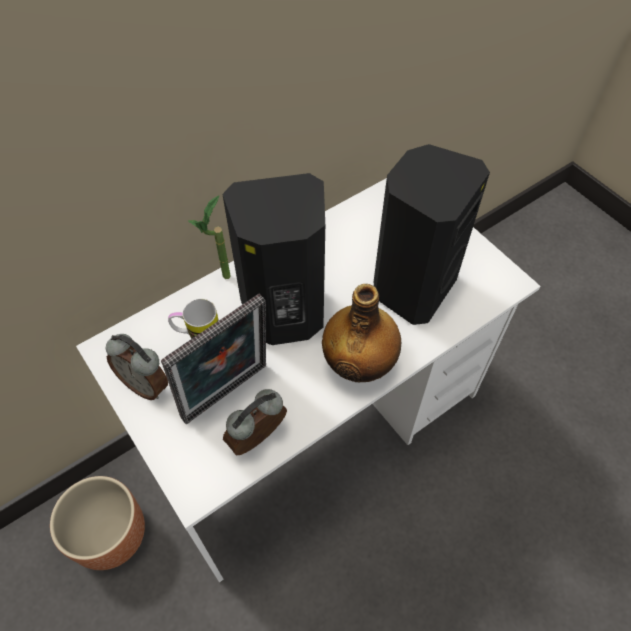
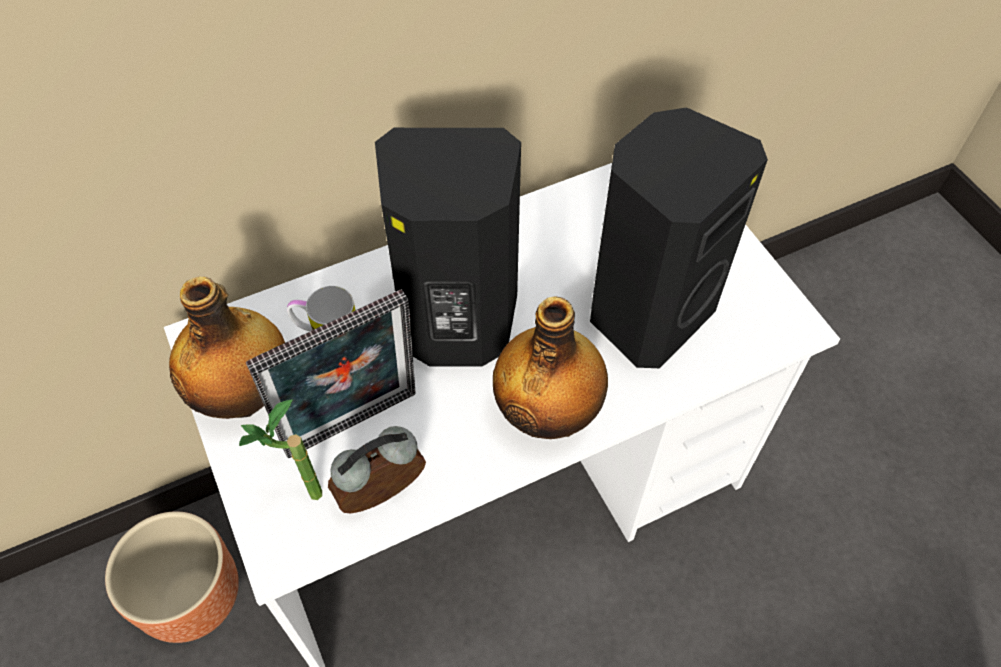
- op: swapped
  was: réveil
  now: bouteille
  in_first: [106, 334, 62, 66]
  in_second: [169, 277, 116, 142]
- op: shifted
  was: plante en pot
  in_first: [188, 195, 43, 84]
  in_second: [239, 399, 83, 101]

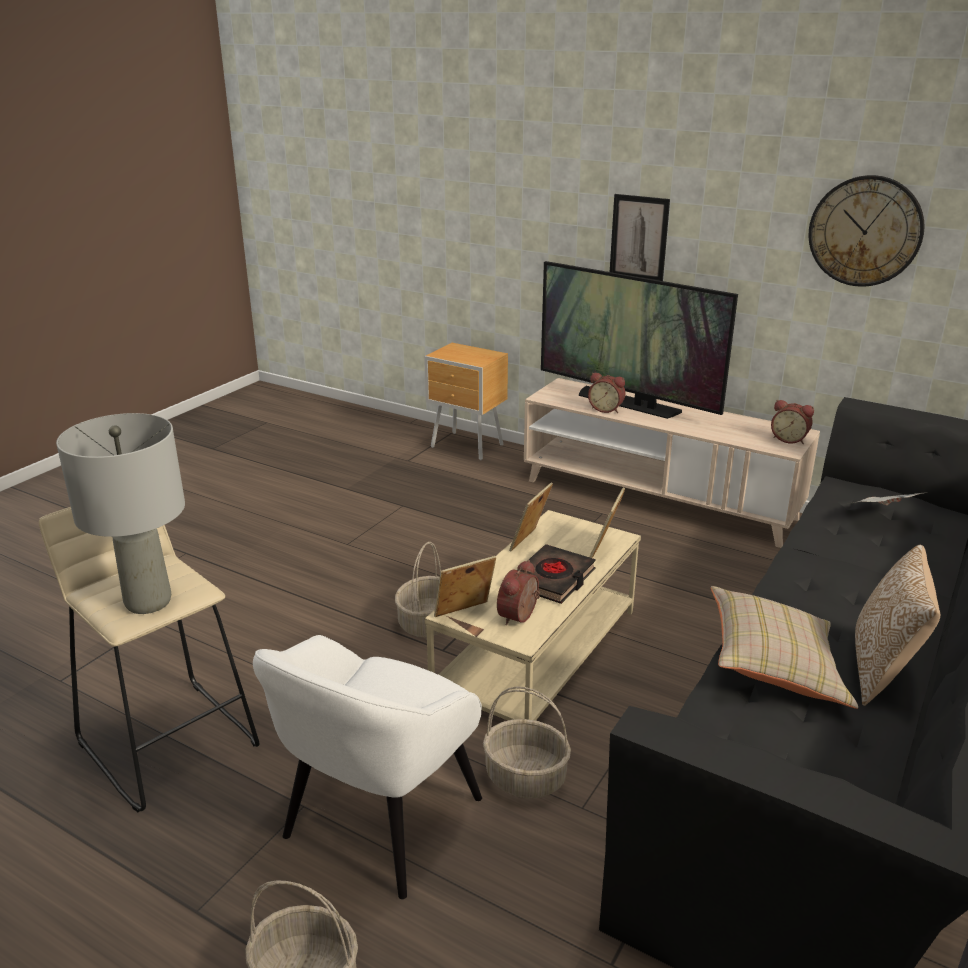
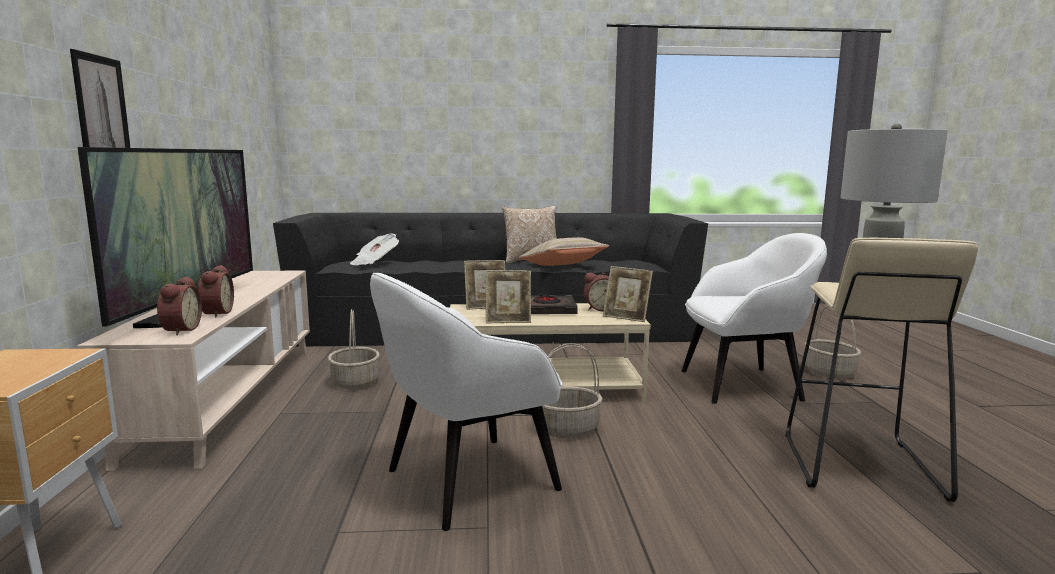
- op: shifted
  was: panier
  in_first: [483, 686, 88, 112]
  in_second: [328, 309, 52, 80]
- op: shifted
  was: réveil
  in_first: [771, 400, 43, 44]
  in_second: [157, 276, 45, 59]
- op: gone
  was: horloge murale
  in_first: [809, 175, 116, 112]
- op: new
  now: fauteuil [blanc]
  in_second: [370, 273, 192, 258]

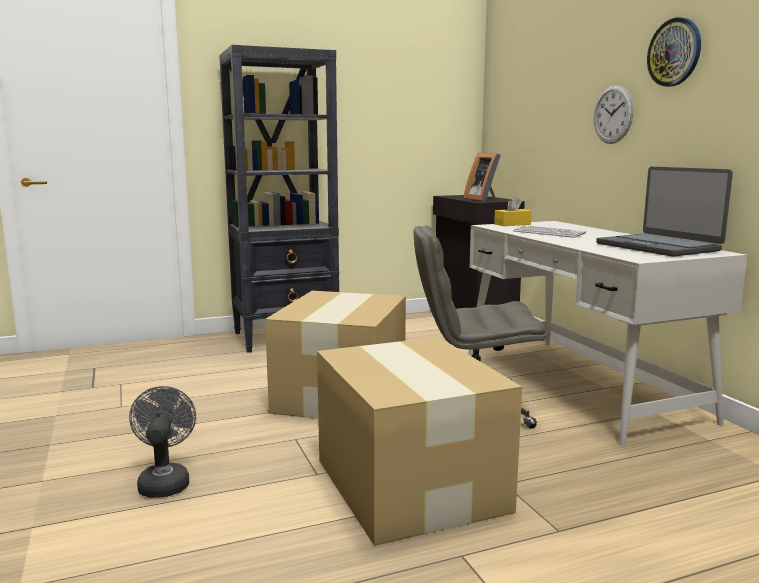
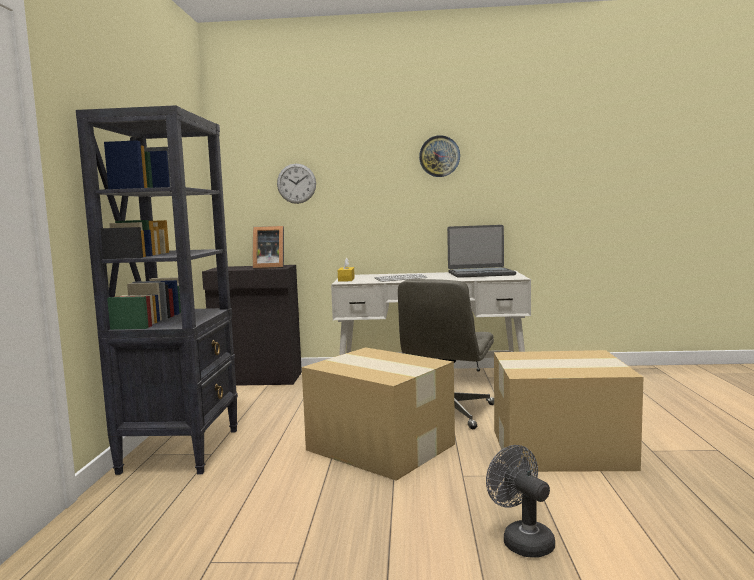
- op: rotated
  was: ventilateur [gris]
  in_first: [129, 386, 67, 112]
  in_second: [486, 445, 69, 112]
  clockwise: 45
- op: shifted
  was: horloge murale
  in_first: [594, 85, 40, 59]
  in_second: [277, 164, 39, 40]

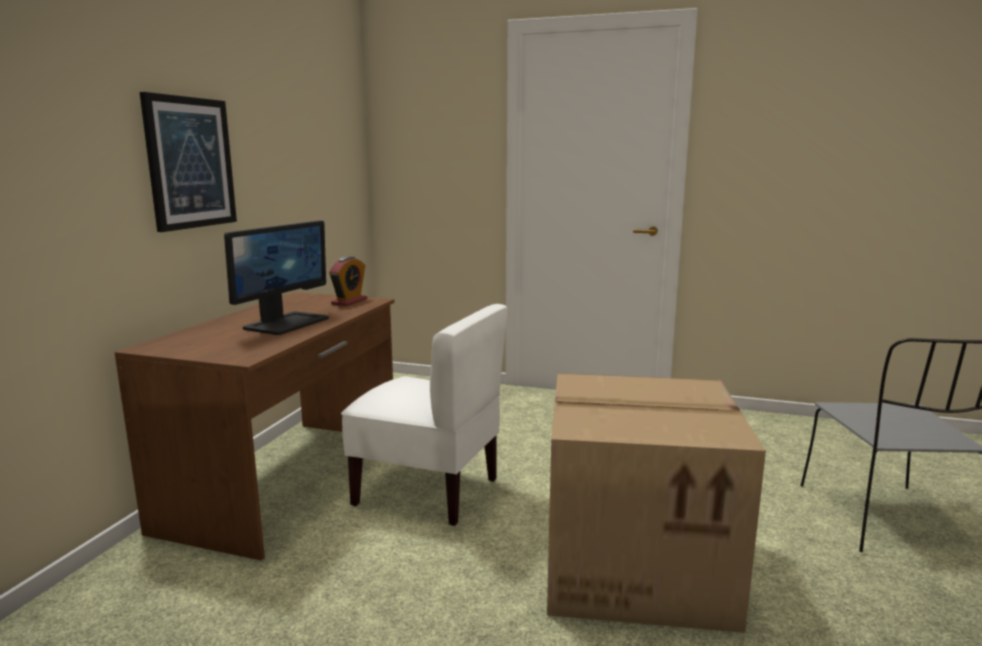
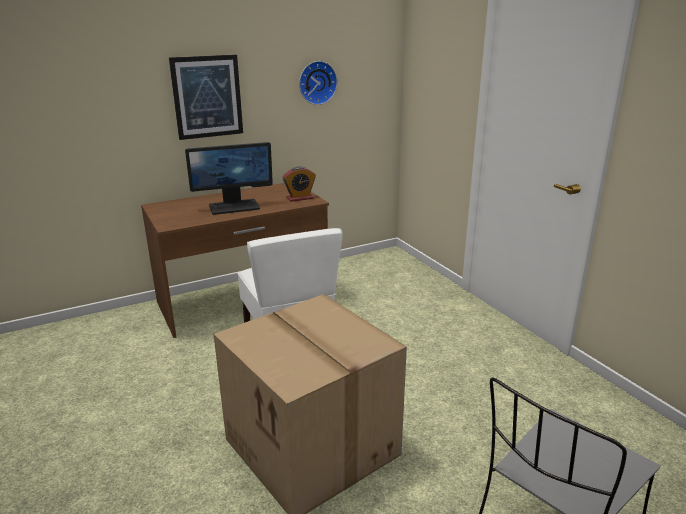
- op: new
  now: horloge murale
  in_second: [299, 61, 38, 44]

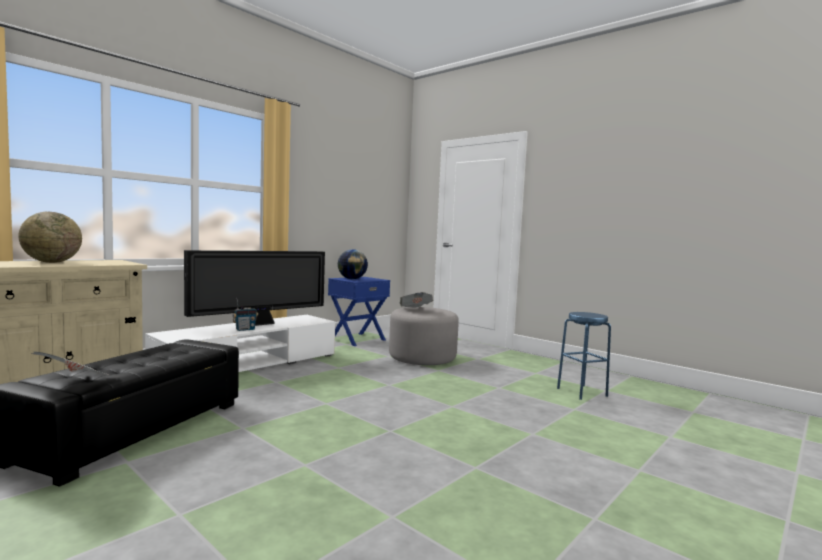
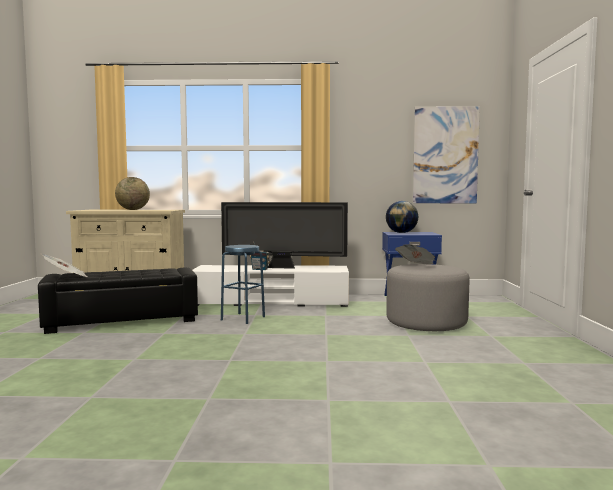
- op: shifted
  was: tabouret [bleu]
  in_first: [557, 312, 54, 88]
  in_second: [221, 245, 44, 79]
- op: new
  now: tableau
  in_second: [413, 106, 67, 97]

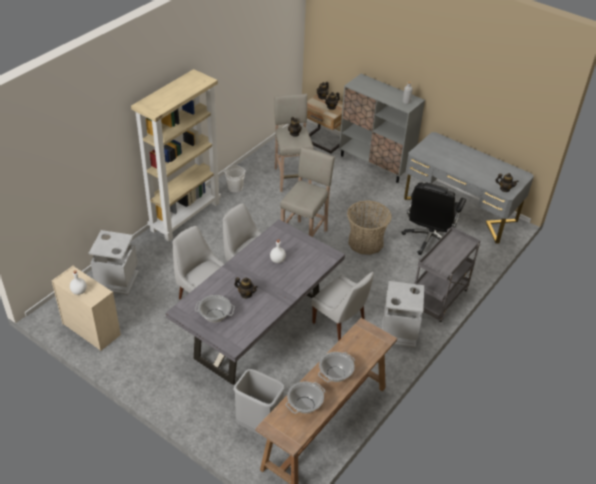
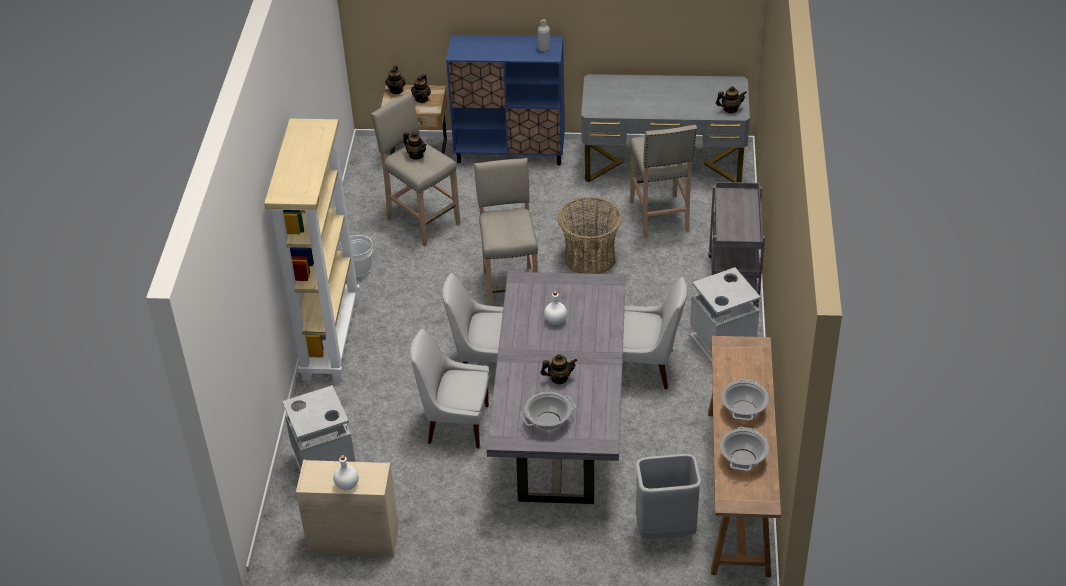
- op: repainted
  was: meuble de rangement [gris]
  now: meuble de rangement [bleu]
  in_first: [339, 74, 86, 109]
  in_second: [446, 35, 119, 130]
- op: swapped
  was: chaise de bureau [noir]
  now: tabouret [beige]
  in_first: [402, 182, 64, 73]
  in_second: [630, 125, 67, 114]

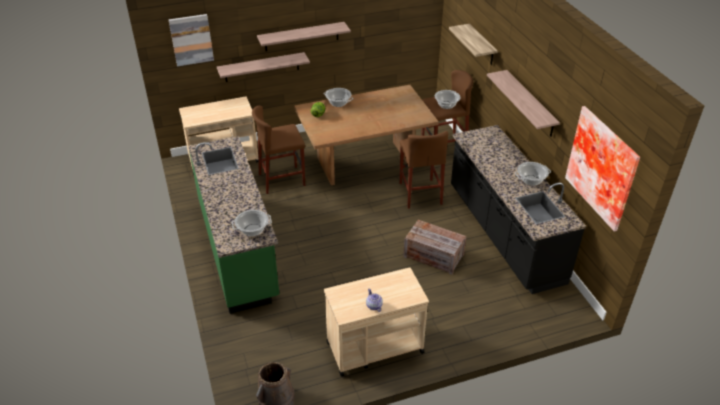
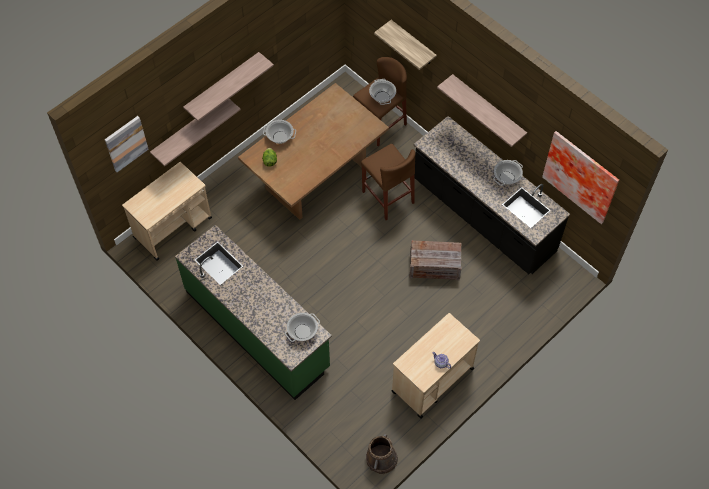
- op: gone
  was: tabouret [marron]
  in_first: [252, 106, 53, 88]

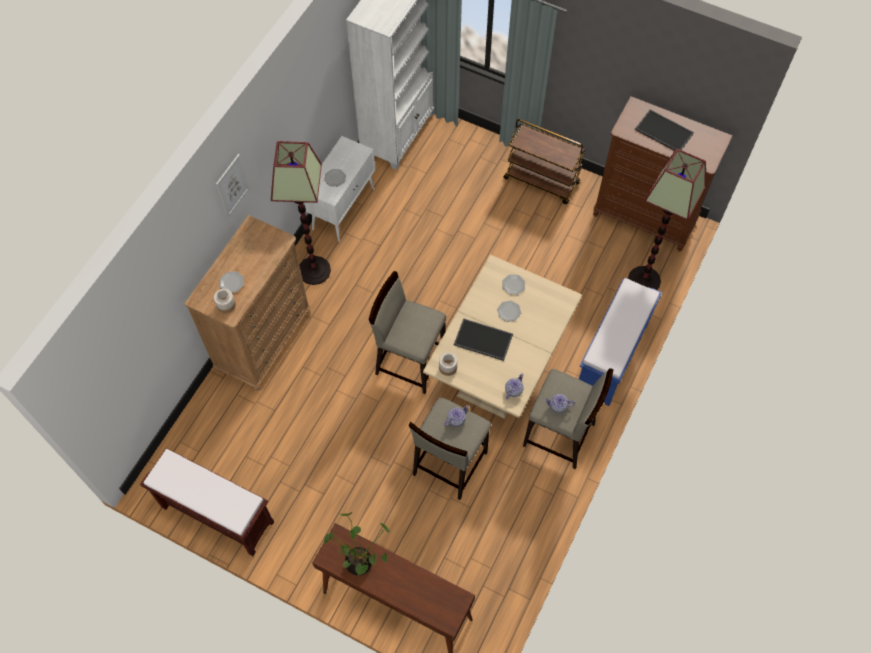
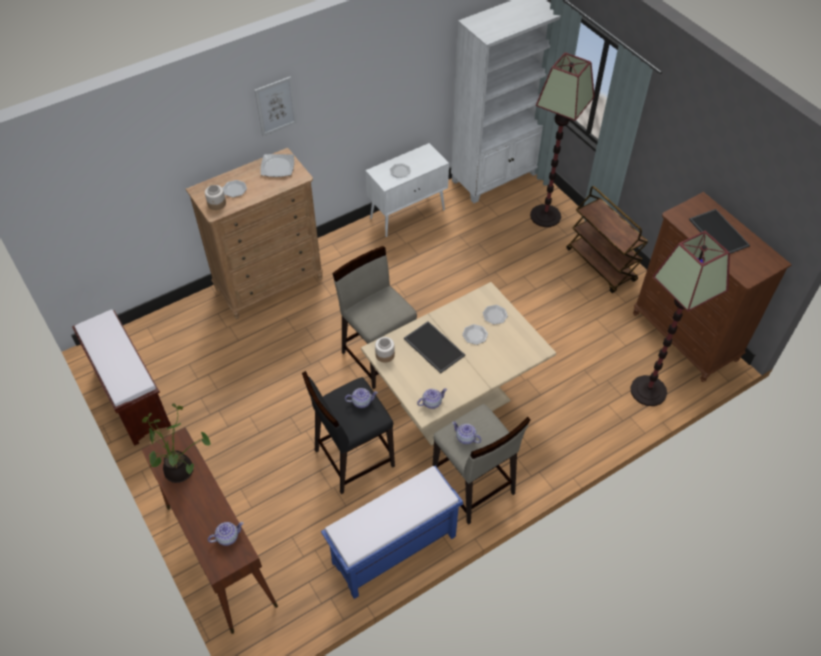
- op: shifted
  was: lampadaire
  in_first: [271, 141, 60, 144]
  in_second: [530, 53, 65, 174]
- op: repainted
  was: tabouret [beige]
  now: tabouret [noir]
  in_first: [409, 397, 82, 103]
  in_second: [302, 371, 93, 123]
- op: shifted
  was: banc [bleu]
  in_first: [579, 278, 83, 128]
  in_second: [321, 466, 142, 133]
- op: new
  now: théière
  in_second: [208, 522, 36, 24]
- op: new
  now: assiette
  in_second: [261, 154, 33, 23]

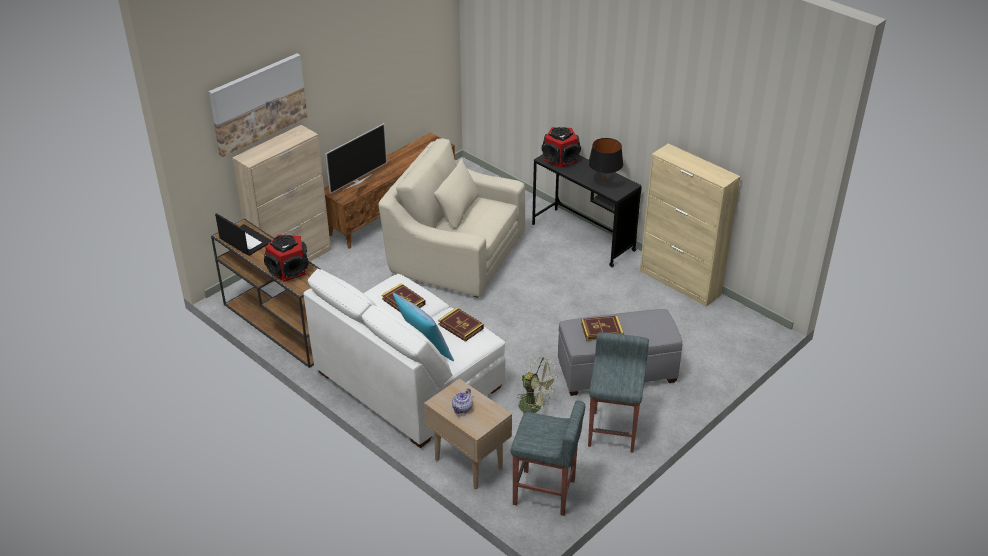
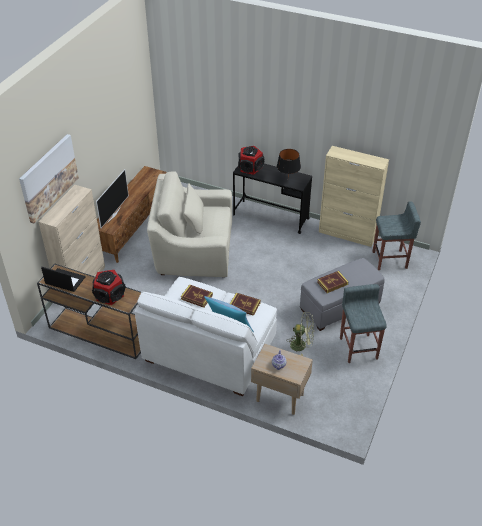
- op: shifted
  was: tabouret [gris]
  in_first: [511, 400, 74, 116]
  in_second: [373, 201, 48, 69]

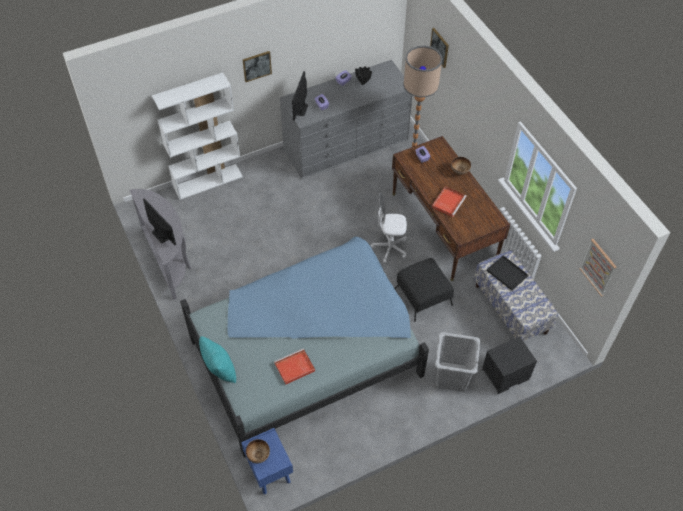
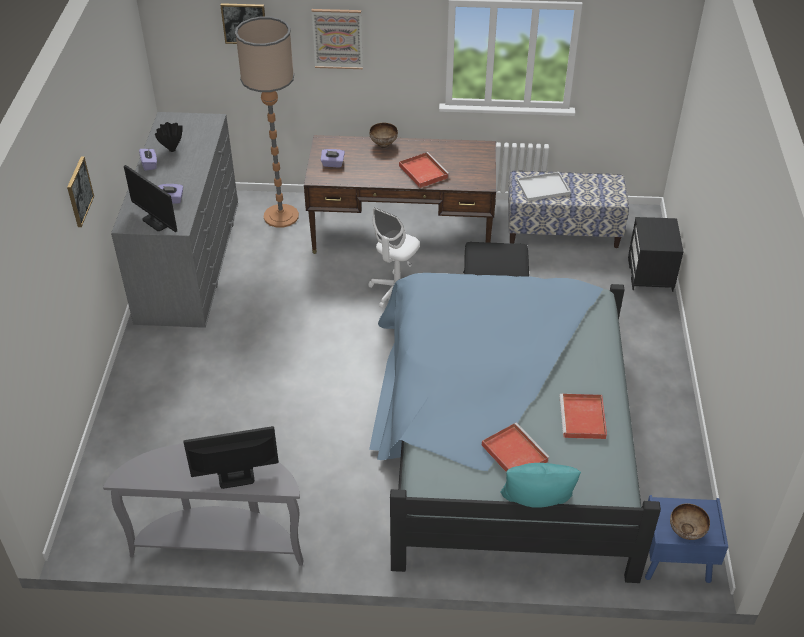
- op: gone
  was: bibliothèque [blanc]
  in_first: [152, 73, 91, 127]
- op: gone
  was: panier à linge [gris]
  in_first: [435, 332, 45, 59]
- op: repainted
  was: plateau [noir]
  now: plateau [blanc]
  in_first: [487, 255, 41, 35]
  in_second: [517, 172, 53, 29]
- op: shifted
  was: tableau
  in_first: [579, 239, 38, 58]
  in_second: [311, 9, 52, 60]
- op: new
  now: plateau [rouge]
  in_second: [482, 423, 68, 49]

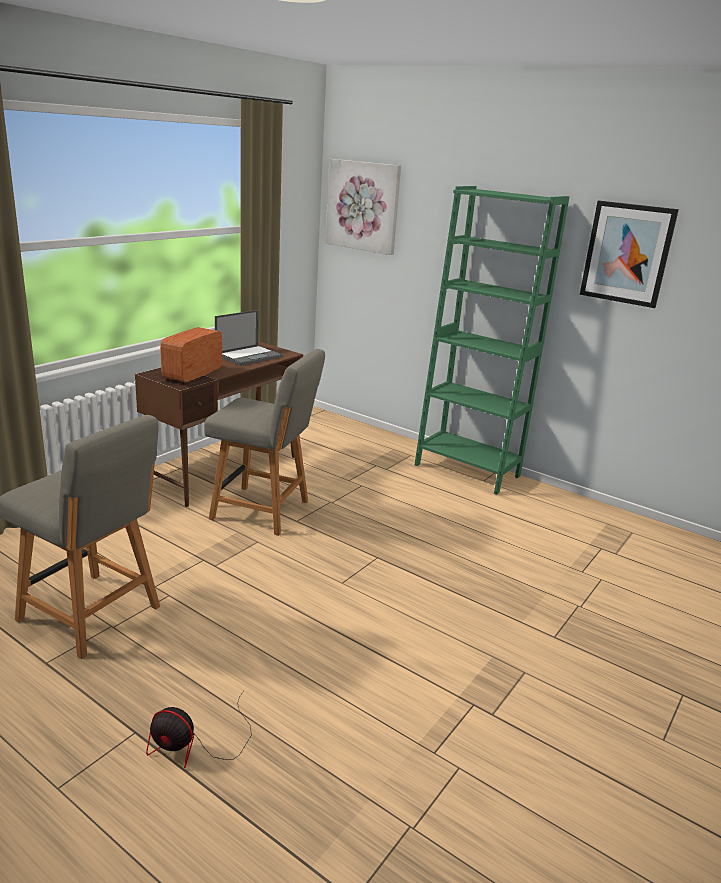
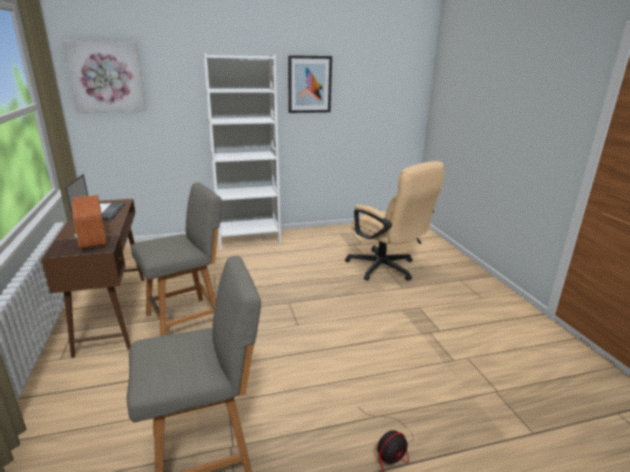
- op: repainted
  was: bibliothèque [vert]
  now: bibliothèque [blanc]
  in_first: [415, 186, 155, 309]
  in_second: [203, 53, 78, 197]
- op: new
  now: chaise de bureau [beige]
  in_second: [345, 161, 100, 120]

